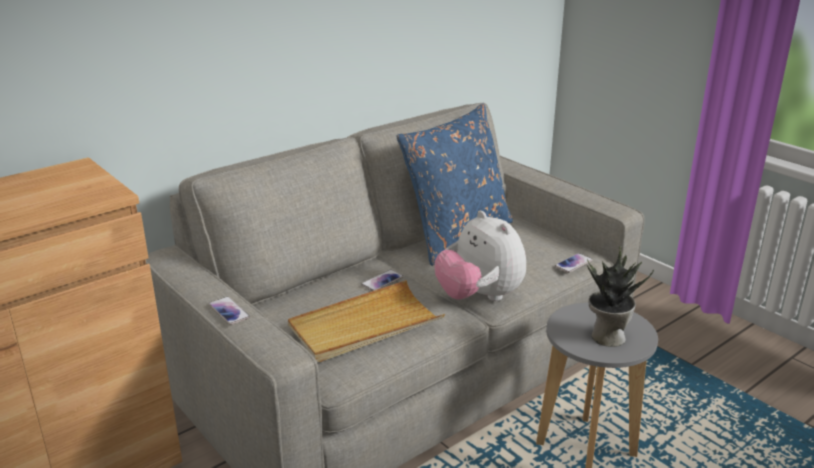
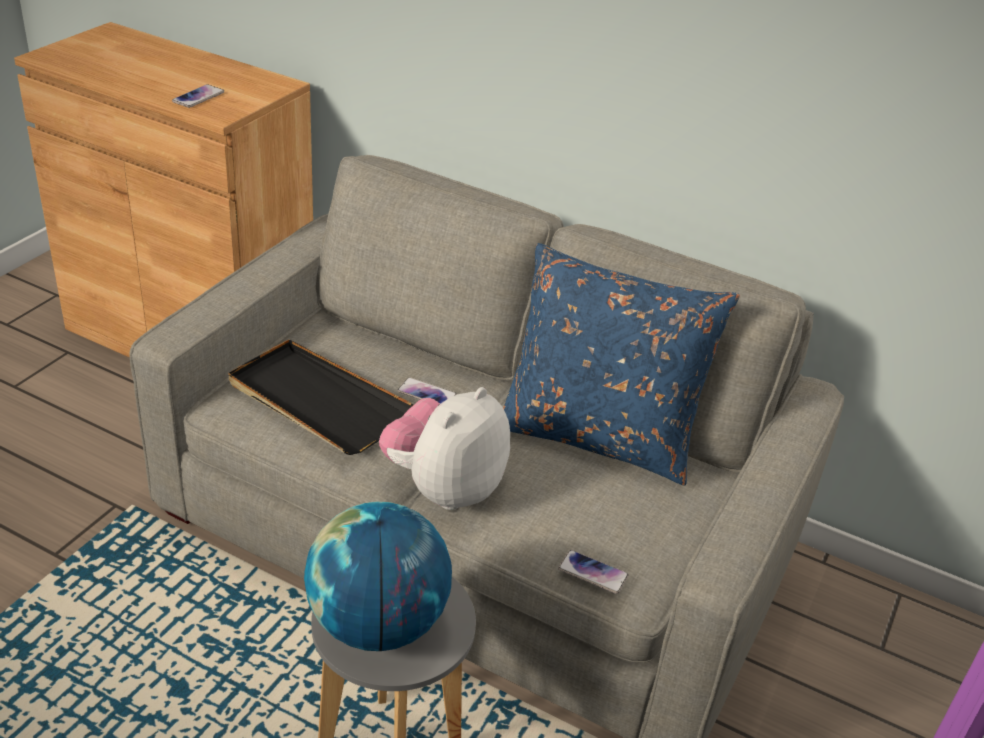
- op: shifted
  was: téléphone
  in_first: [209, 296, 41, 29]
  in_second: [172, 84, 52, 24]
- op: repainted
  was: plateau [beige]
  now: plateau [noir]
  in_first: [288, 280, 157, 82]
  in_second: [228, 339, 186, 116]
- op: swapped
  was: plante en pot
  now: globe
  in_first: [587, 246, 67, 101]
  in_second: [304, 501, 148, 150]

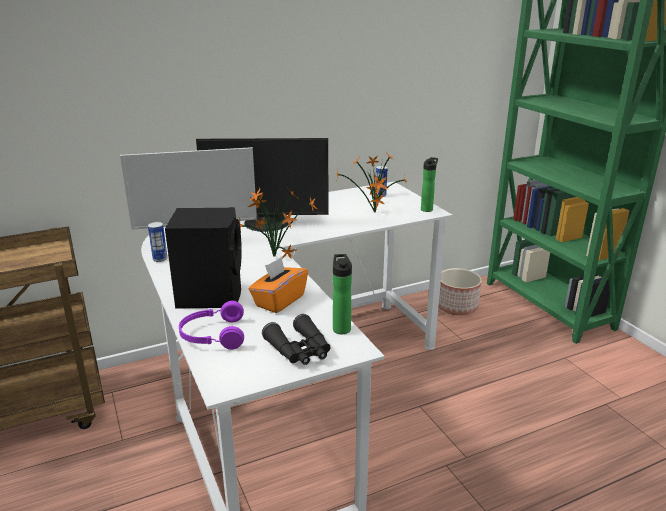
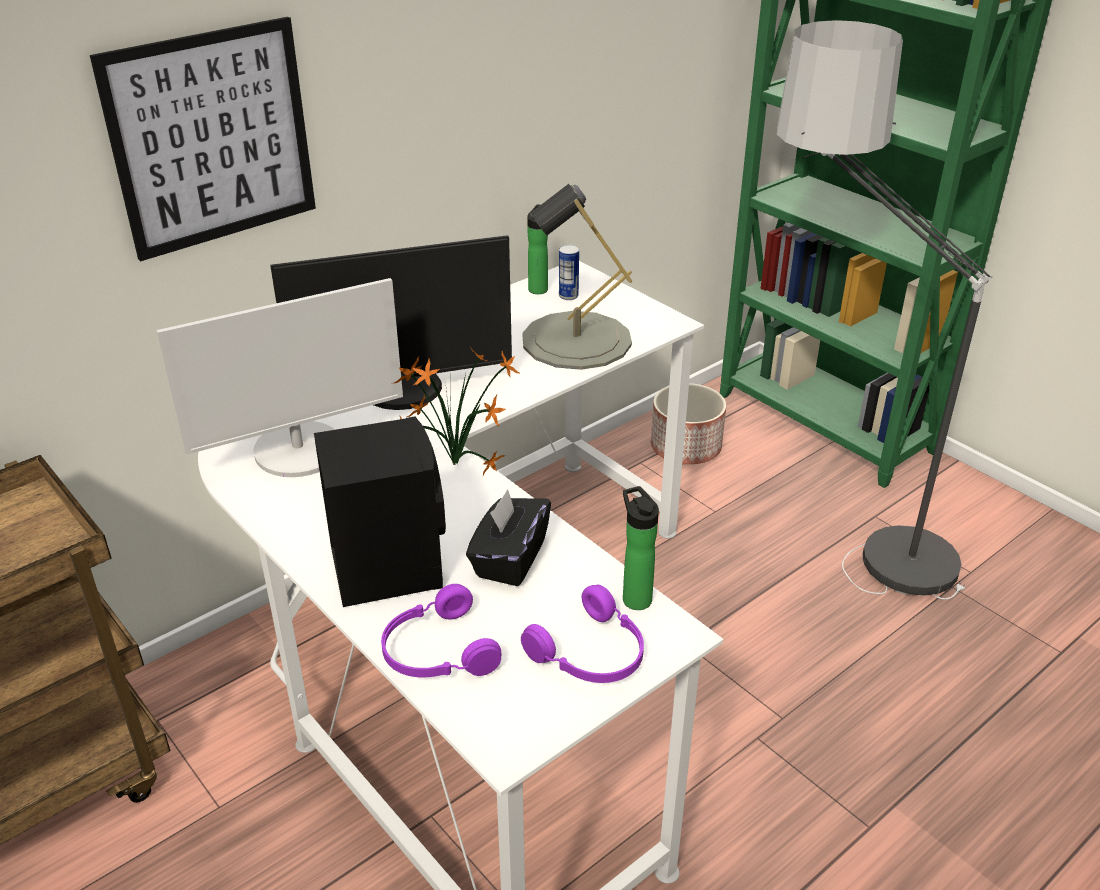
- op: gone
  was: boîte métallique
  in_first: [148, 222, 19, 40]
- op: repainted
  was: boîte à mouchoirs [orange]
  now: boîte à mouchoirs [noir]
  in_first: [249, 257, 59, 56]
  in_second: [466, 489, 85, 97]
- op: swapped
  was: jumelles [noir]
  now: casque audio [violet]
  in_first: [262, 314, 69, 51]
  in_second: [521, 585, 123, 98]
- op: swapped
  was: plante en pot
  now: lampe de table [gris]
  in_first: [337, 152, 70, 60]
  in_second: [522, 184, 110, 186]
- op: shifted
  was: bouteille
  in_first: [421, 157, 17, 55]
  in_second: [527, 205, 21, 89]
- op: new
  now: tableau
  in_second: [90, 17, 226, 244]
- op: new
  now: lampadaire
  in_second: [777, 20, 216, 580]

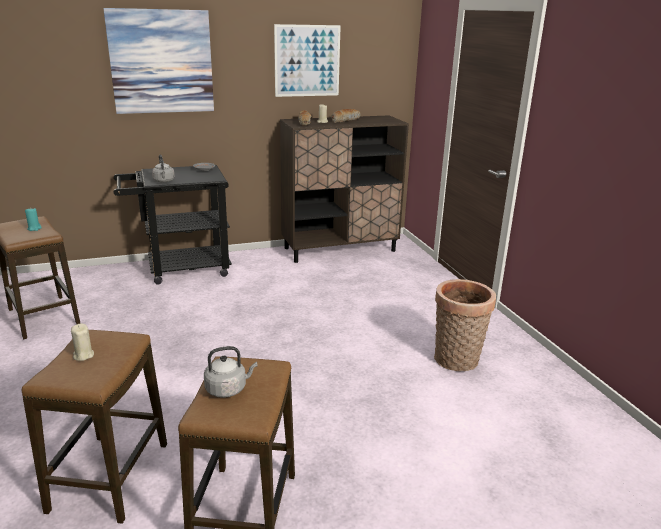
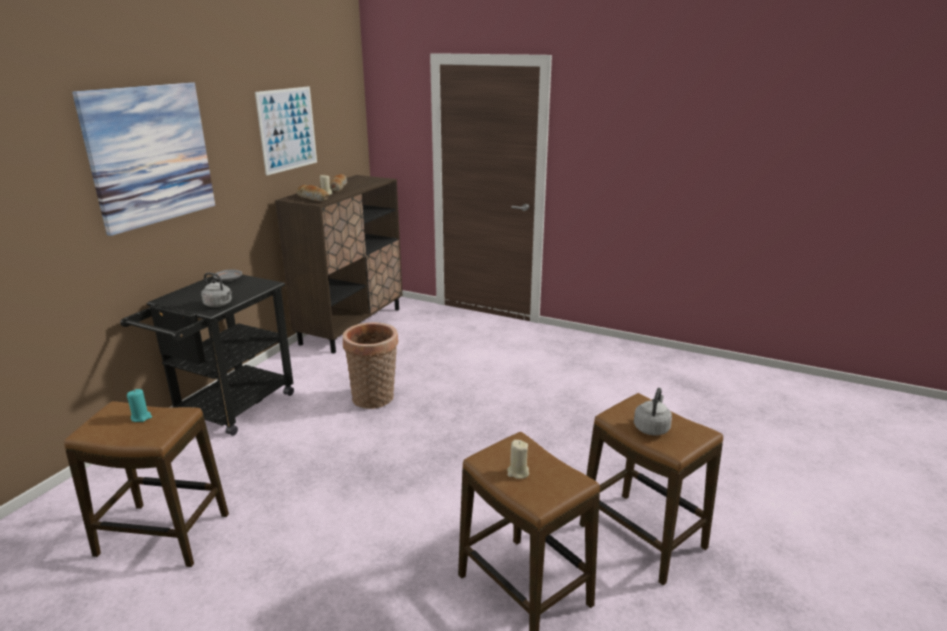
- op: shifted
  was: panier
  in_first: [434, 279, 62, 92]
  in_second: [343, 322, 55, 87]

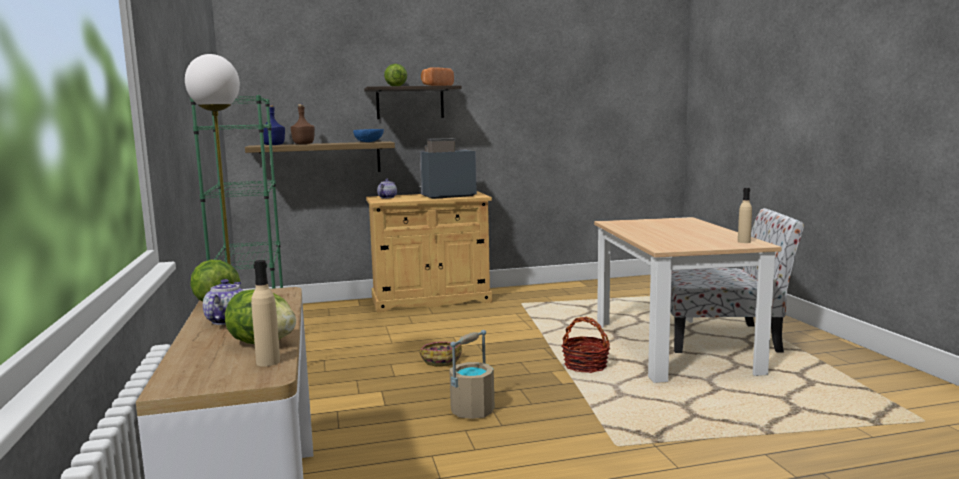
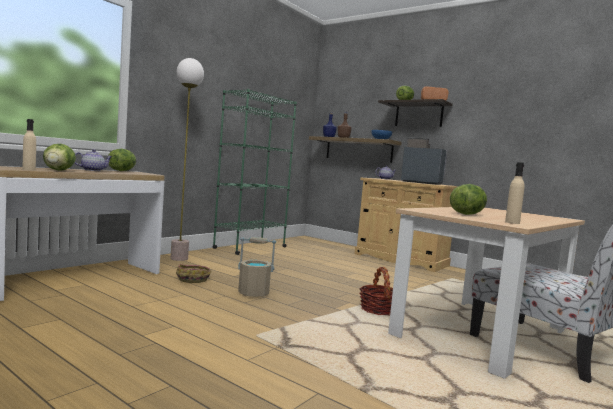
- op: shifted
  was: panier
  in_first: [419, 342, 43, 25]
  in_second: [176, 264, 36, 19]
- op: new
  now: laitue
  in_second: [450, 184, 37, 31]

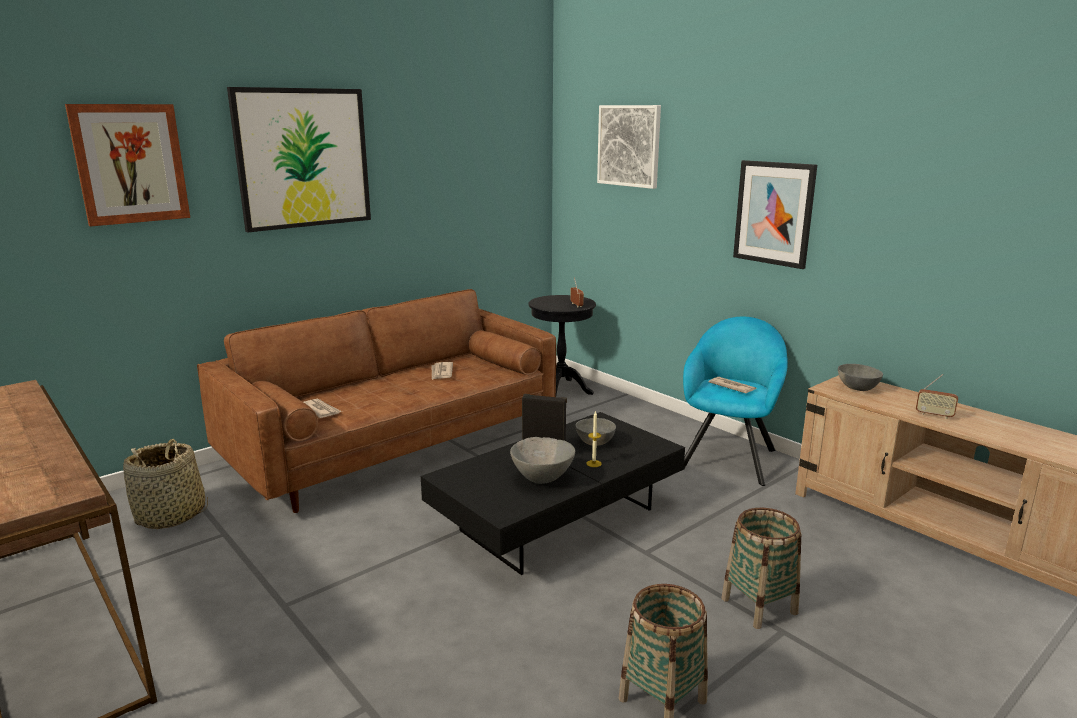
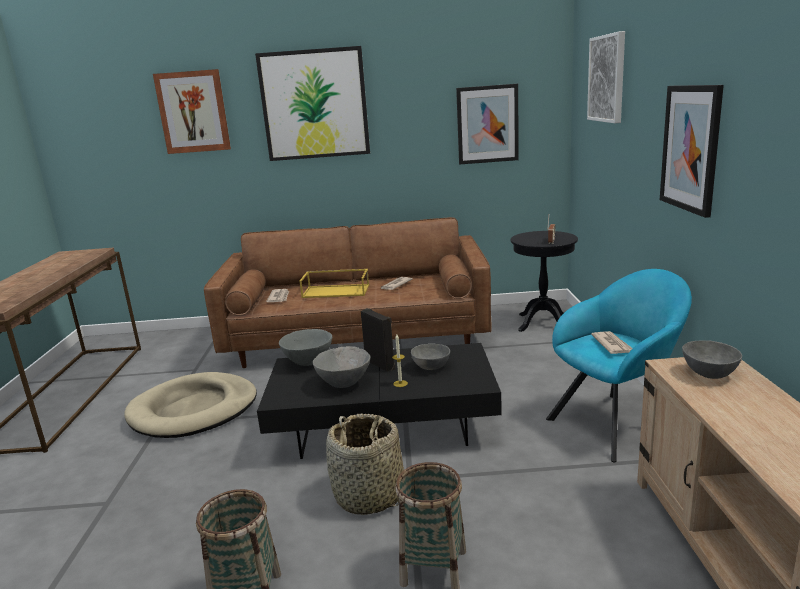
- op: shifted
  was: panier
  in_first: [123, 439, 85, 90]
  in_second: [326, 413, 78, 102]
- op: gone
  was: radio
  in_first: [916, 374, 42, 45]
- op: new
  now: panier pour chien [beige]
  in_second: [124, 372, 133, 66]
- op: new
  now: bol [gris]
  in_second: [279, 329, 53, 37]
- op: new
  now: plateau [jaune]
  in_second: [300, 269, 69, 29]
- op: new
  now: tableau
  in_second: [456, 84, 63, 81]

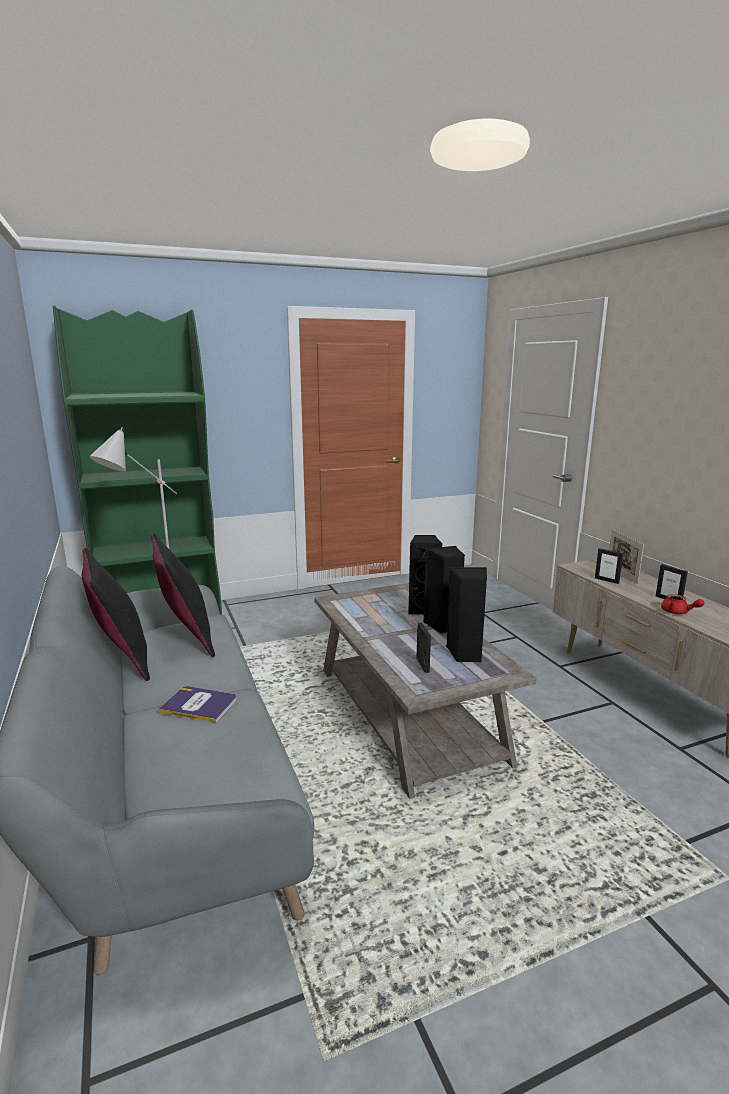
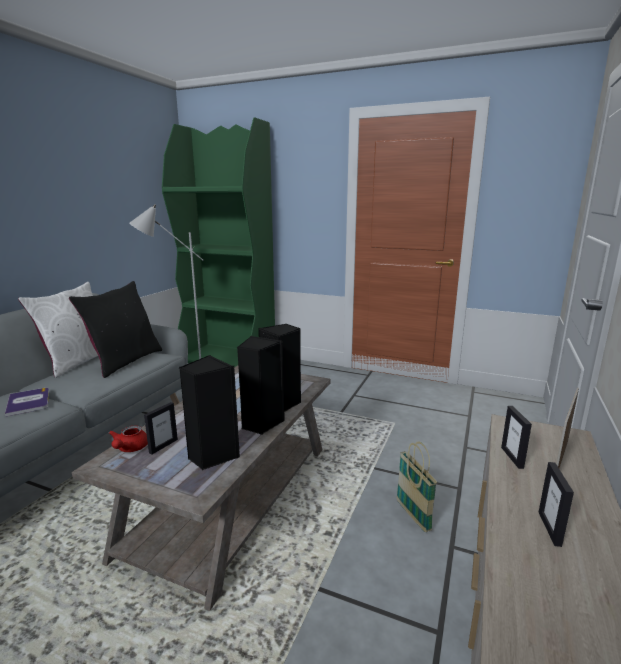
- op: repainted
  was: coussin [noir]
  now: coussin [blanc]
  in_first: [82, 548, 68, 133]
  in_second: [18, 282, 80, 96]
- op: shifted
  was: théière [rouge]
  in_first: [661, 594, 43, 20]
  in_second: [109, 426, 39, 26]
- op: new
  now: panier
  in_second: [396, 441, 41, 91]

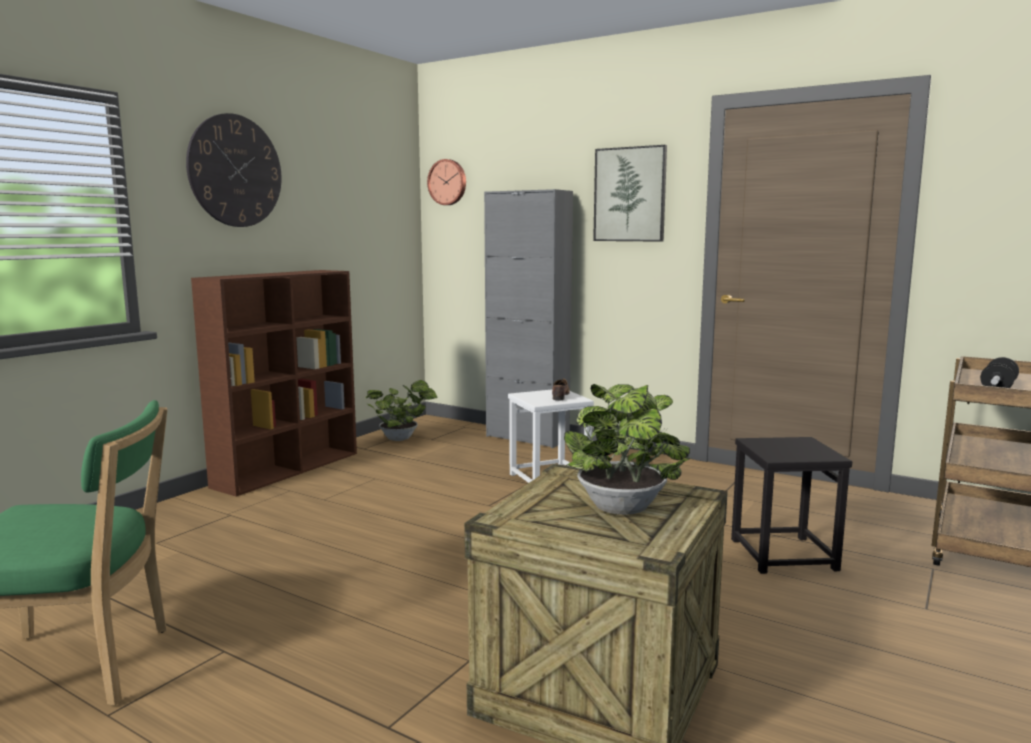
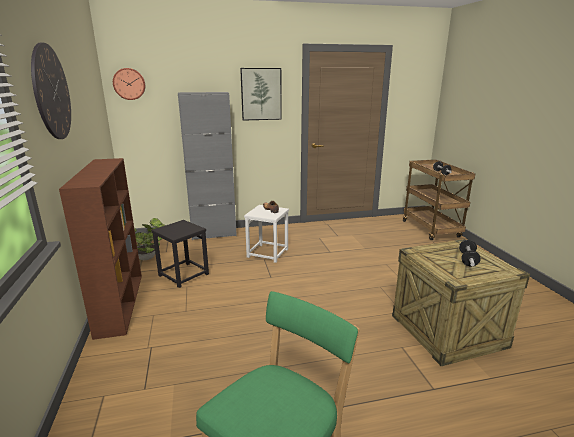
- op: swapped
  was: plante en pot
  now: haltère
  in_first: [564, 384, 126, 131]
  in_second: [459, 240, 22, 26]
- op: shifted
  was: tabouret [noir]
  in_first: [731, 437, 121, 137]
  in_second: [151, 220, 58, 68]

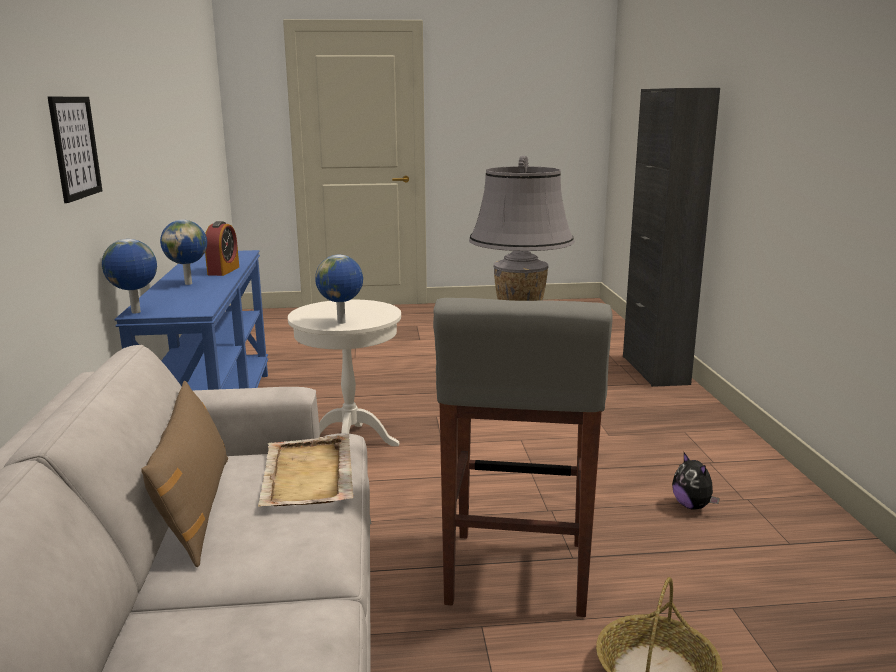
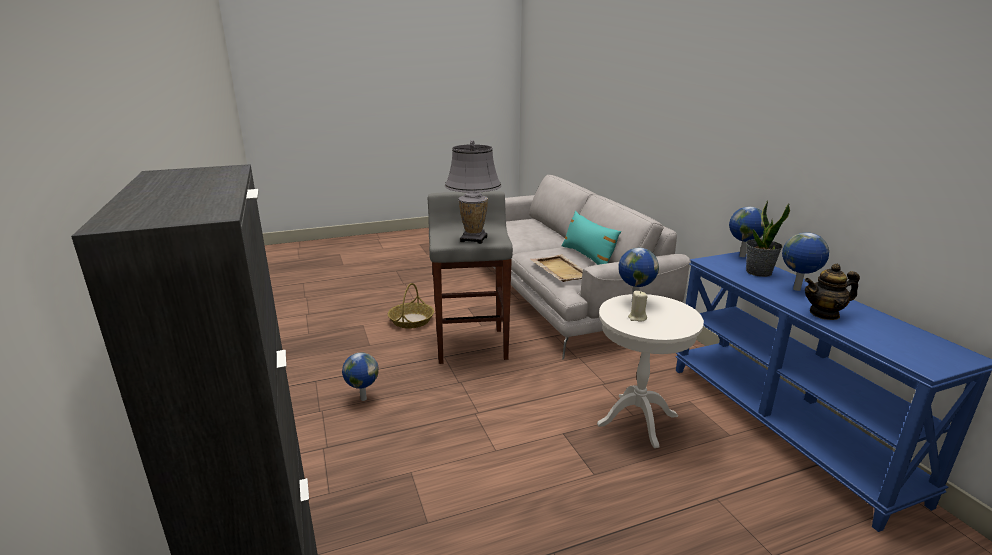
- op: gone
  was: tableau
  in_first: [48, 97, 54, 106]
- op: repainted
  was: coussin [marron]
  now: coussin [turquoise]
  in_first: [141, 381, 87, 186]
  in_second: [562, 211, 59, 54]
- op: swapped
  was: réveil
  now: théière
  in_first: [205, 221, 34, 55]
  in_second: [805, 264, 55, 56]
- op: swapped
  was: peluche
  now: globe
  in_first: [672, 453, 48, 57]
  in_second: [342, 352, 37, 49]
- op: new
  now: bougie [beige]
  in_second: [628, 291, 20, 31]
- op: new
  now: plante en pot
  in_second: [746, 200, 44, 77]

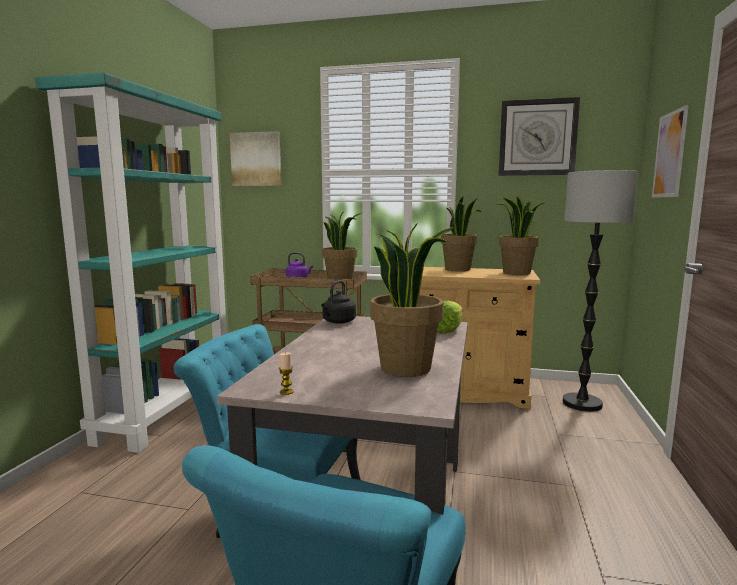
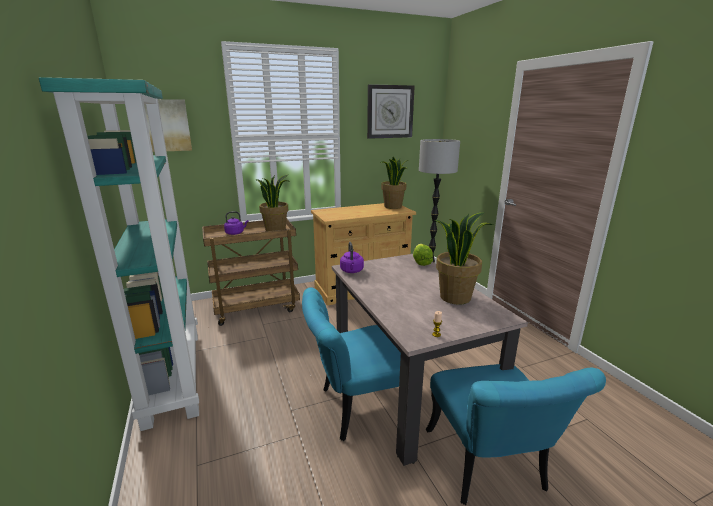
- op: repainted
  was: bouilloire [noir]
  now: bouilloire [violet]
  in_first: [321, 280, 35, 44]
  in_second: [340, 242, 24, 31]
- op: gone
  was: plante en pot
  in_first: [441, 197, 40, 74]
- op: gone
  was: tableau
  in_first: [652, 105, 37, 93]

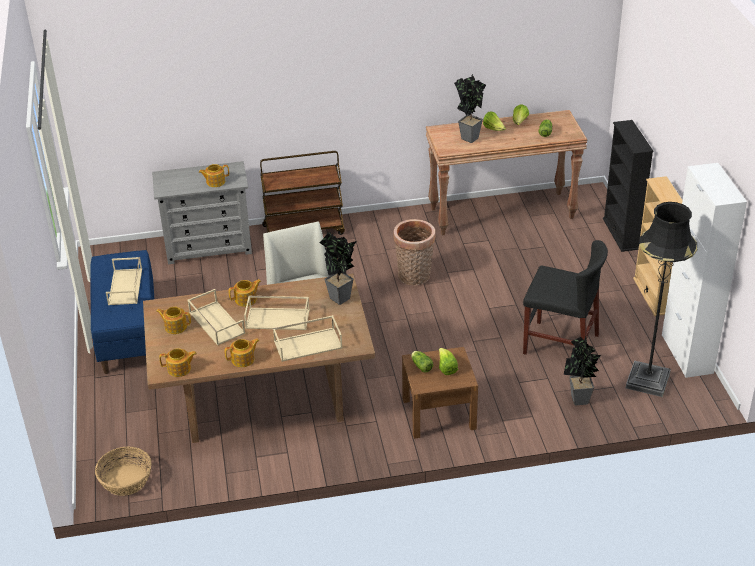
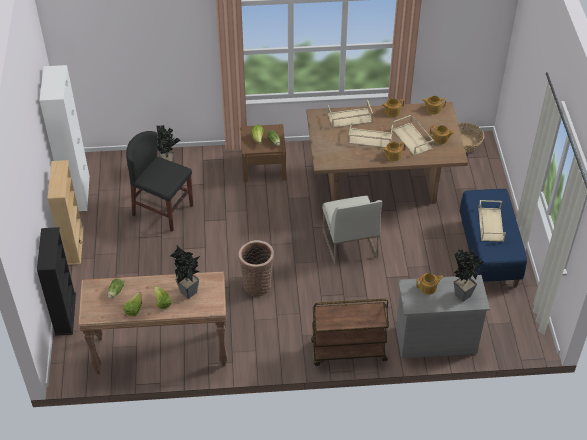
- op: shifted
  was: plante en pot
  in_first: [320, 232, 37, 73]
  in_second: [454, 249, 30, 53]
- op: gone
  was: lampadaire [noir]
  in_first: [626, 202, 71, 195]

